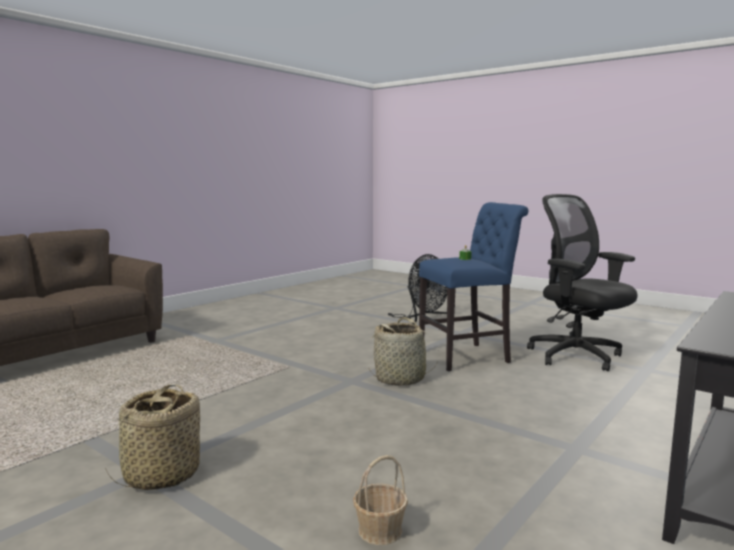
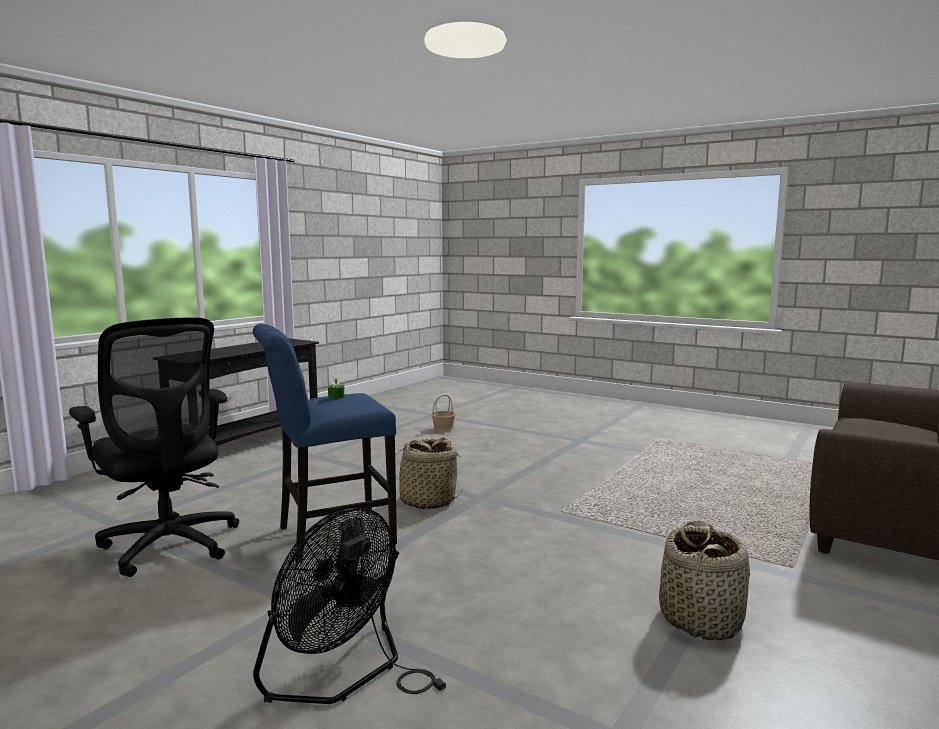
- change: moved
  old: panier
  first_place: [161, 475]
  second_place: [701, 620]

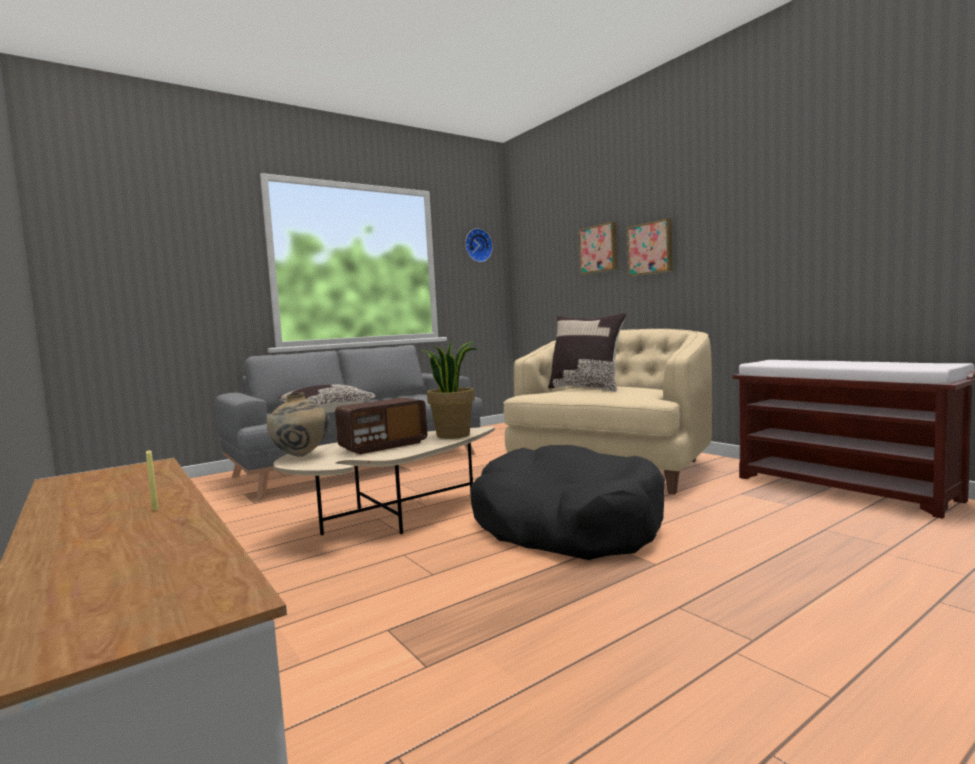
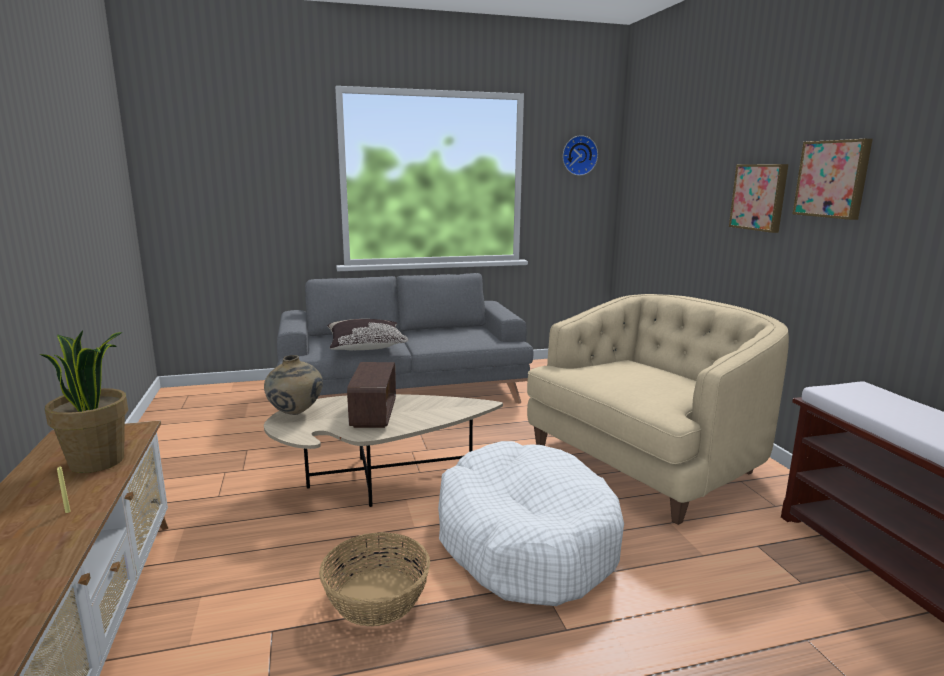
- change: removed
  old: coussin
  first_place: [586, 389]
- change: added
  new: panier
  second_place: [376, 597]
- change: moved
  old: plante en pot
  first_place: [453, 435]
  second_place: [98, 461]
- change: moved
  old: tableau
  first_place: [599, 249]
  second_place: [833, 179]
- change: recoloured
  old: panier pour chien (noir)
  new: panier pour chien (blanc)
  first_place: [566, 525]
  second_place: [525, 540]
- change: turned
  old: radio
  first_place: [383, 446]
  second_place: [373, 414]
  degrees: -75

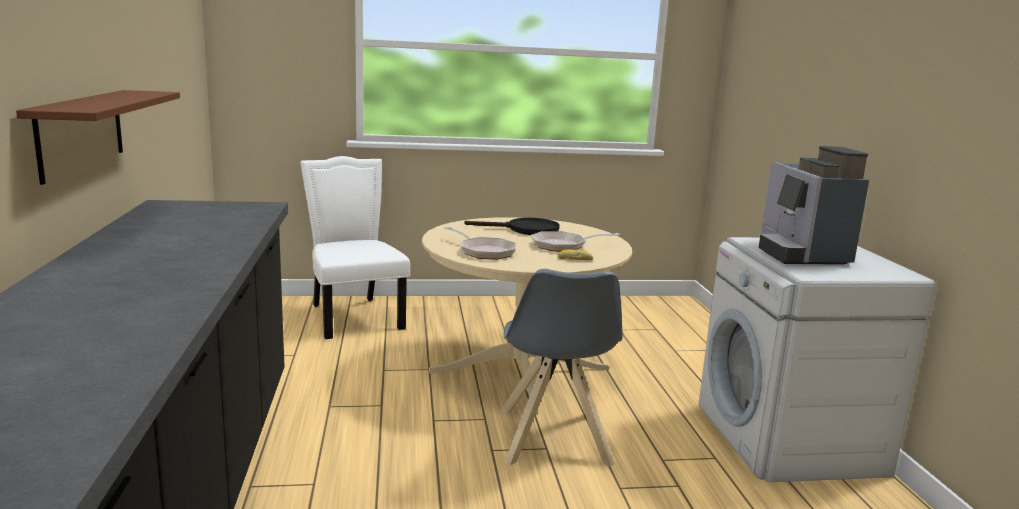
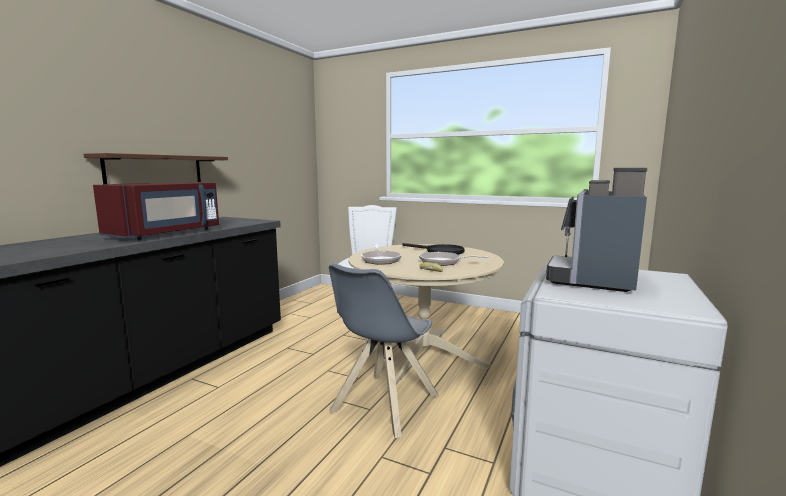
- change: added
  new: micro-ondes (rouge)
  second_place: [167, 234]

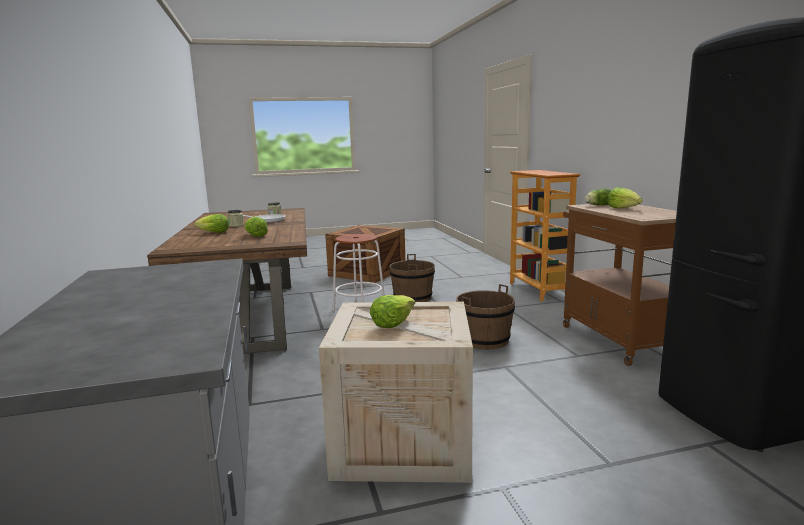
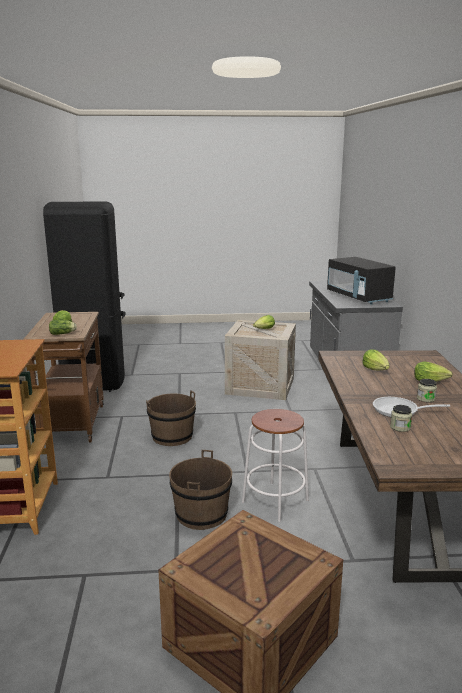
- change: added
  new: micro-ondes (noir)
  second_place: [358, 297]

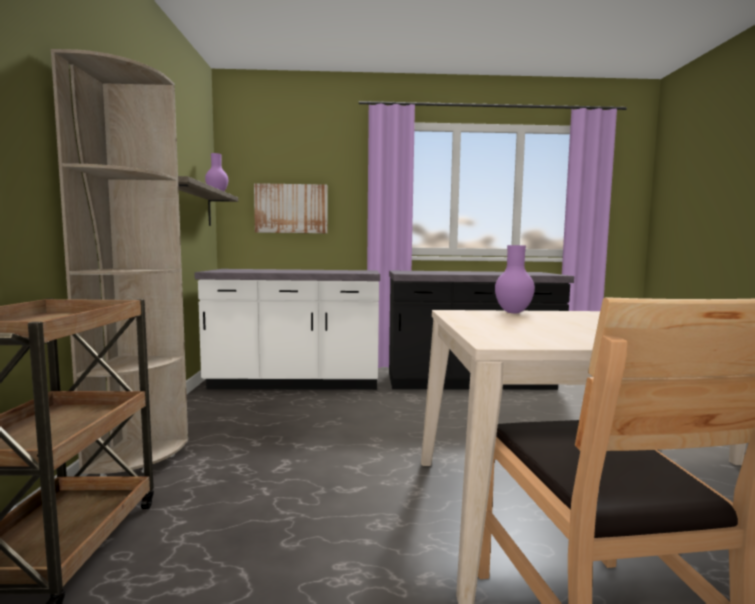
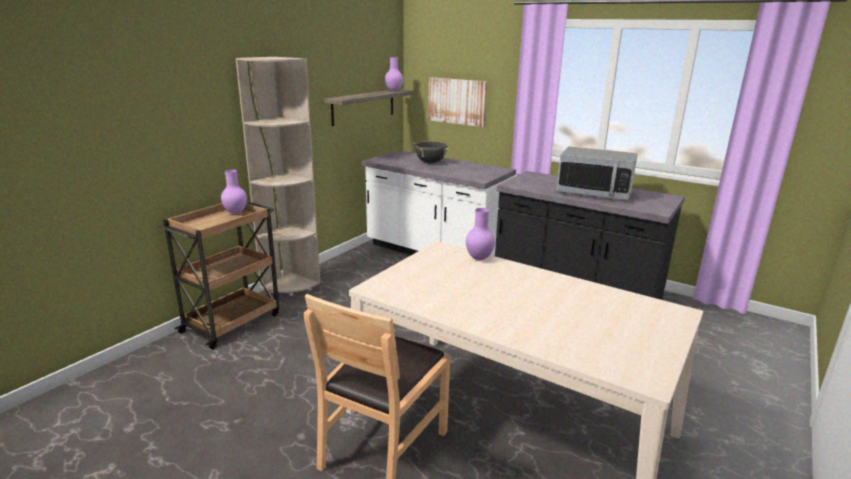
- change: added
  new: vase (violet)
  second_place: [236, 212]
- change: added
  new: marmite (noir)
  second_place: [430, 163]
- change: added
  new: micro-ondes
  second_place: [594, 192]

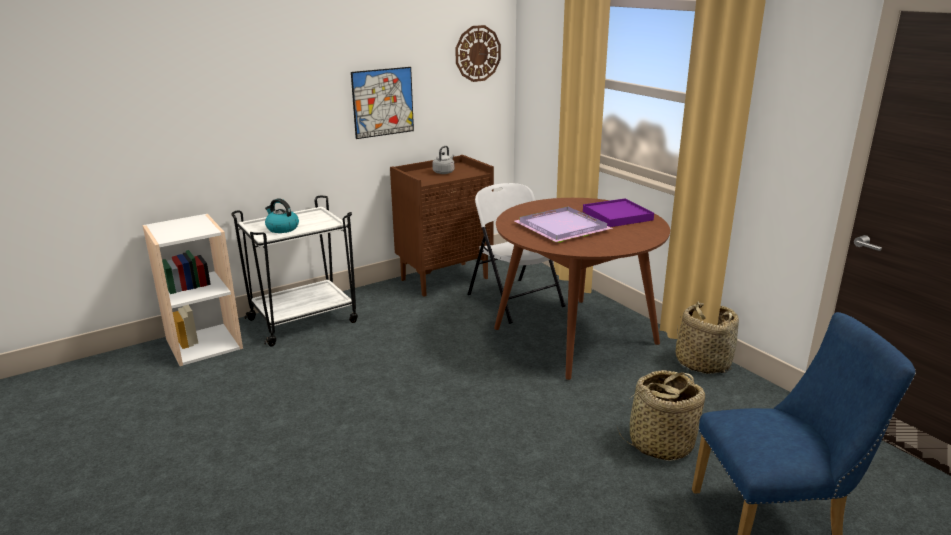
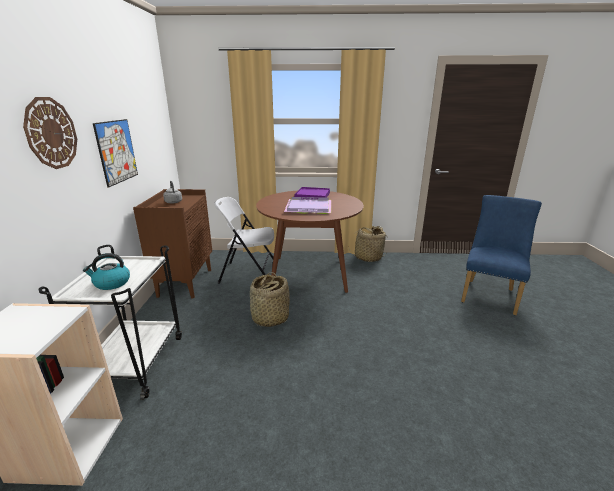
- change: moved
  old: horloge murale
  first_place: [477, 53]
  second_place: [51, 133]
- change: moved
  old: panier
  first_place: [660, 443]
  second_place: [270, 318]

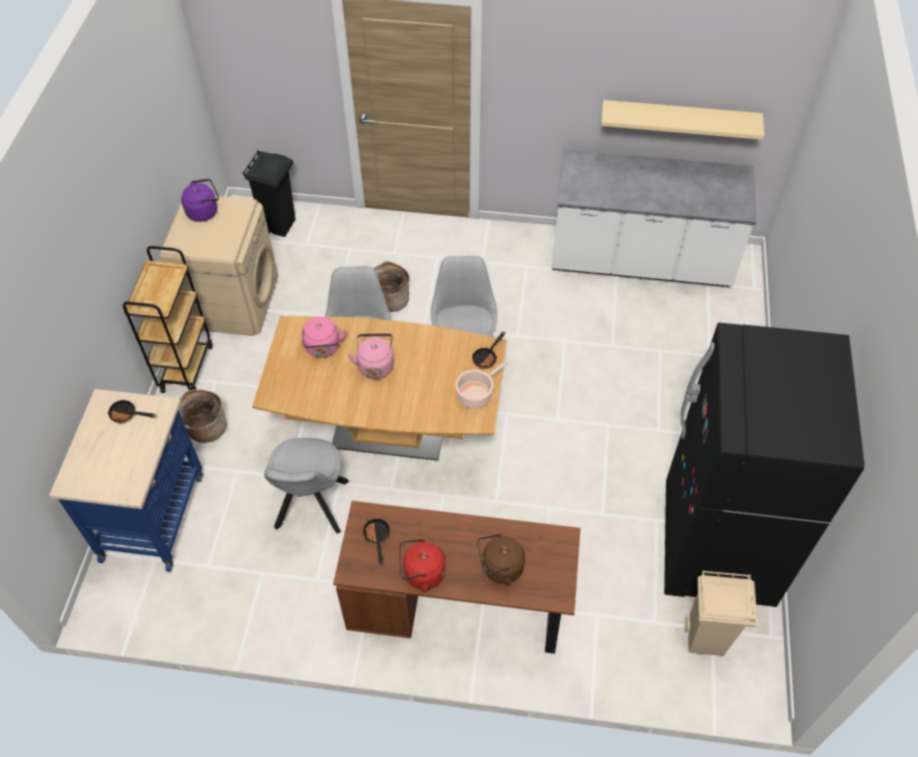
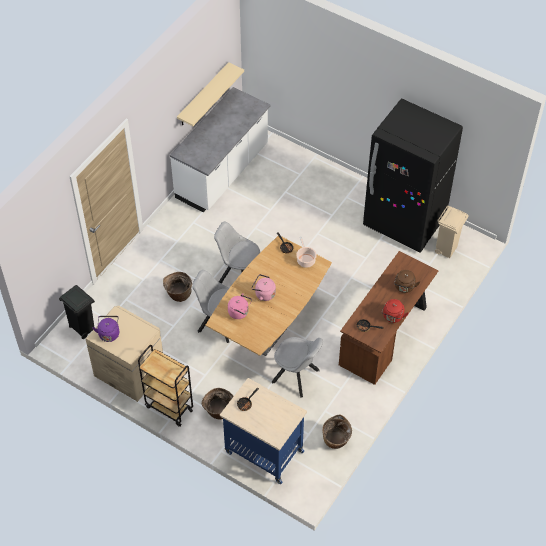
- change: added
  new: panier
  second_place: [336, 441]

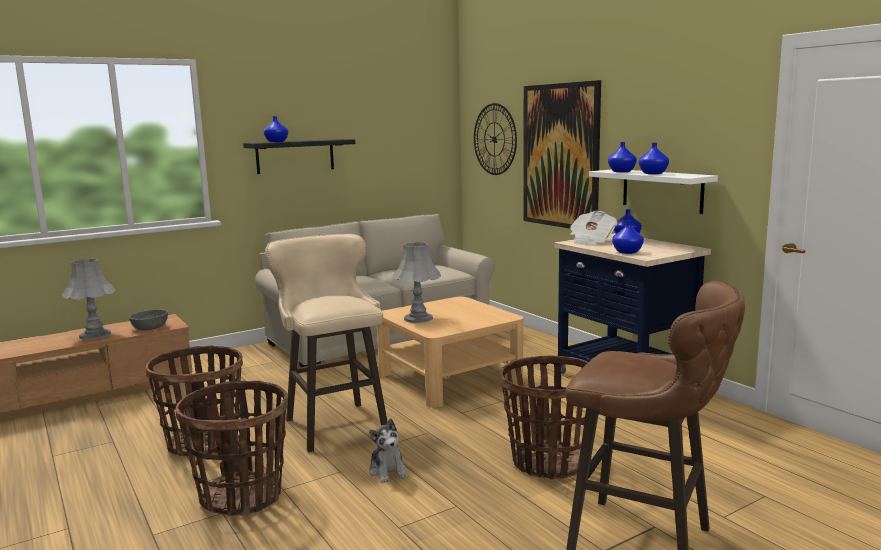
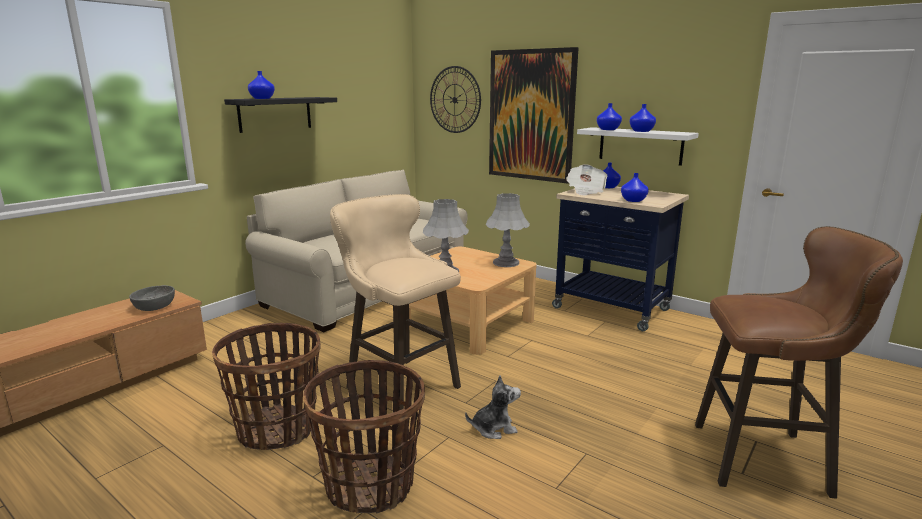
- change: removed
  old: panier
  first_place: [548, 462]
- change: moved
  old: lampe de table (gris)
  first_place: [95, 335]
  second_place: [506, 263]
- change: turned
  old: peluche
  first_place: [388, 471]
  second_place: [494, 428]
  degrees: -60

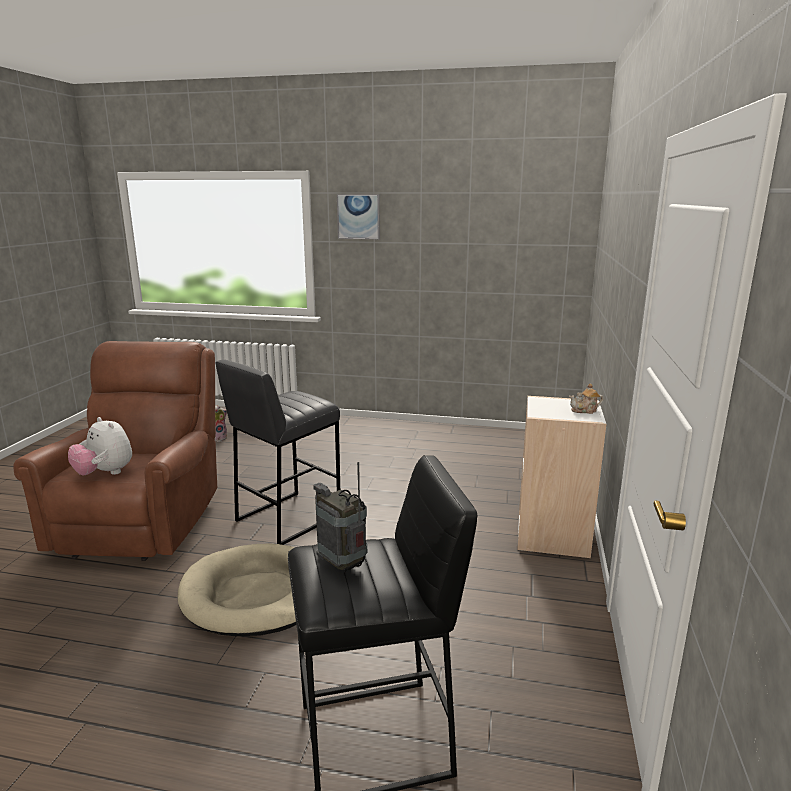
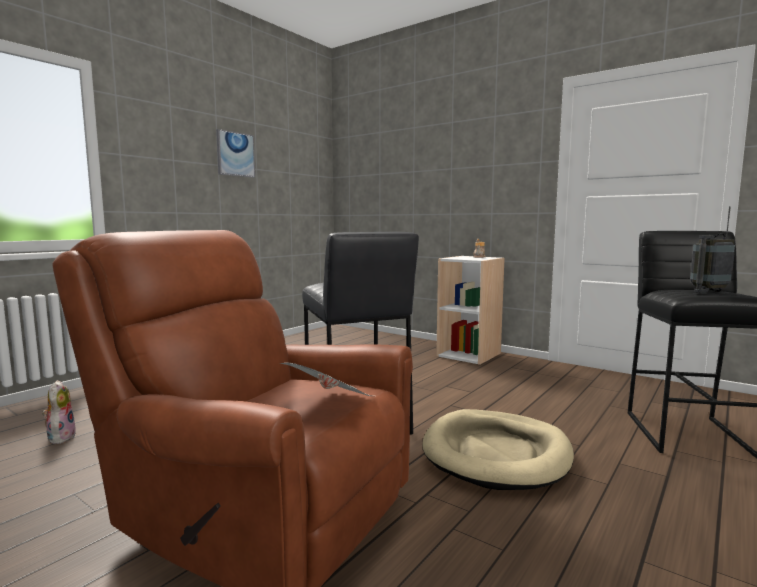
- change: moved
  old: tableau
  first_place: [358, 216]
  second_place: [235, 154]
- change: replaced
  old: peluche
  new: journal
  first_place: [105, 473]
  second_place: [331, 405]

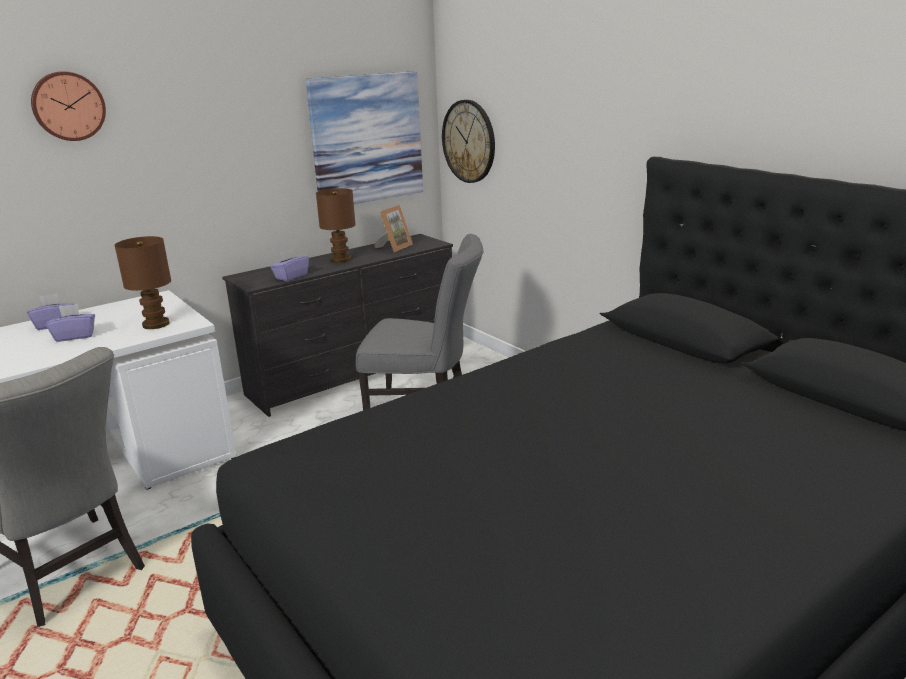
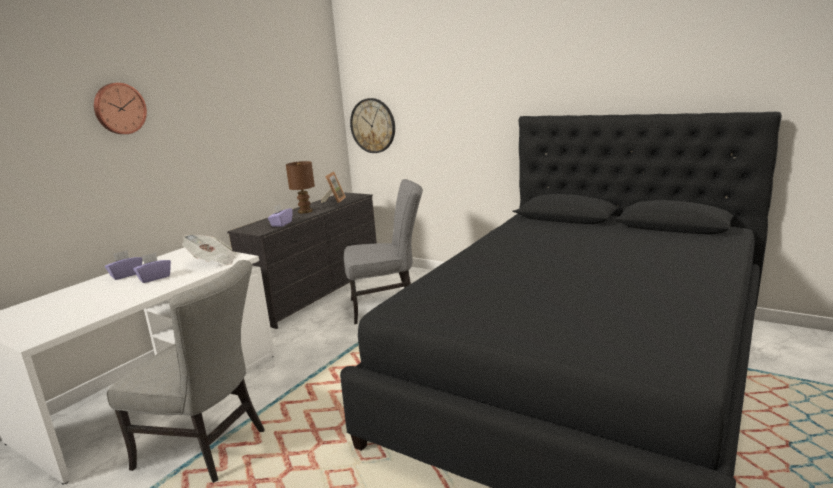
- change: removed
  old: tableau
  first_place: [367, 139]
- change: replaced
  old: lampe de table (marron)
  new: journal
  first_place: [156, 324]
  second_place: [213, 262]

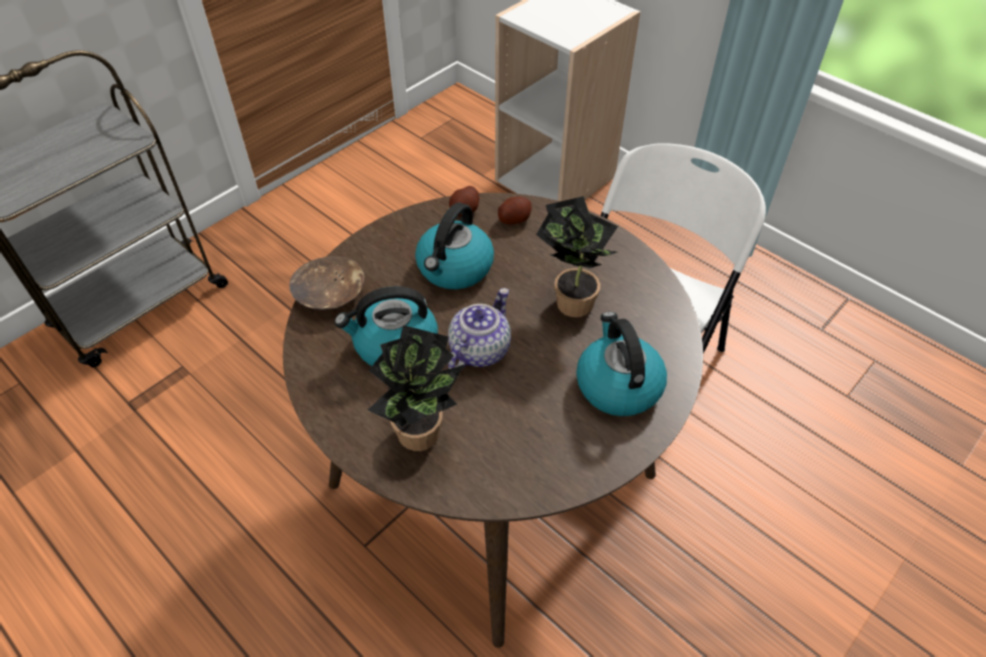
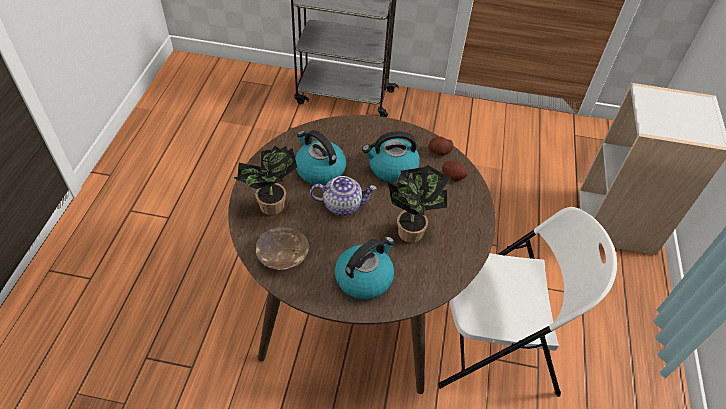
- change: moved
  old: bol (marron)
  first_place: [330, 294]
  second_place: [282, 255]

